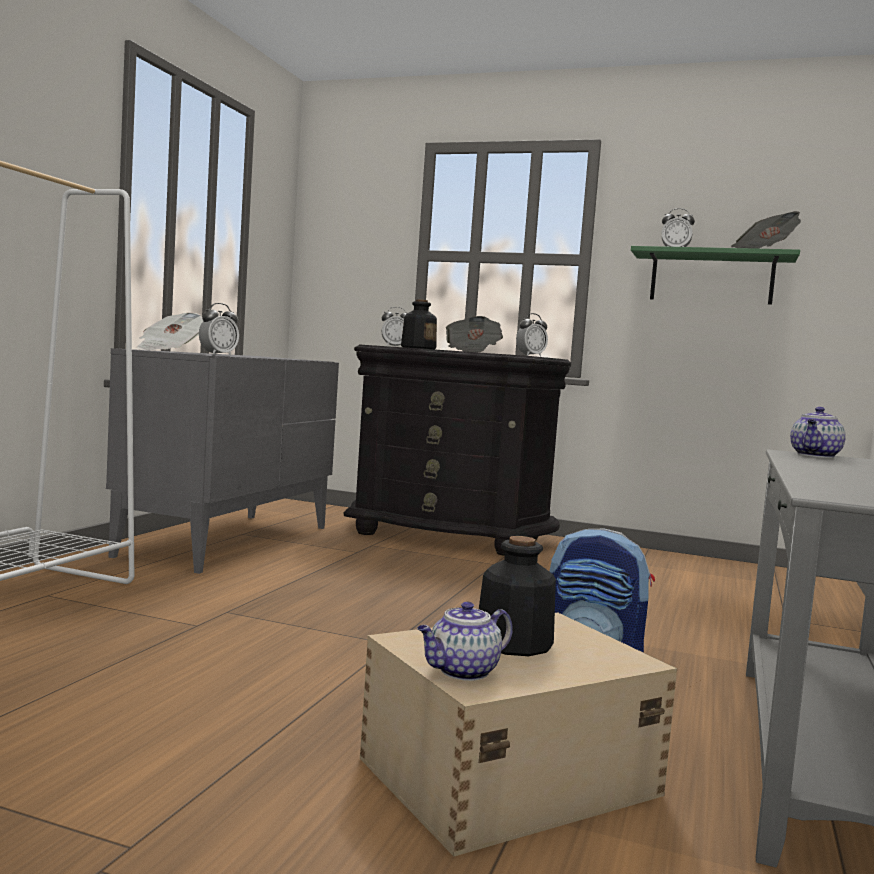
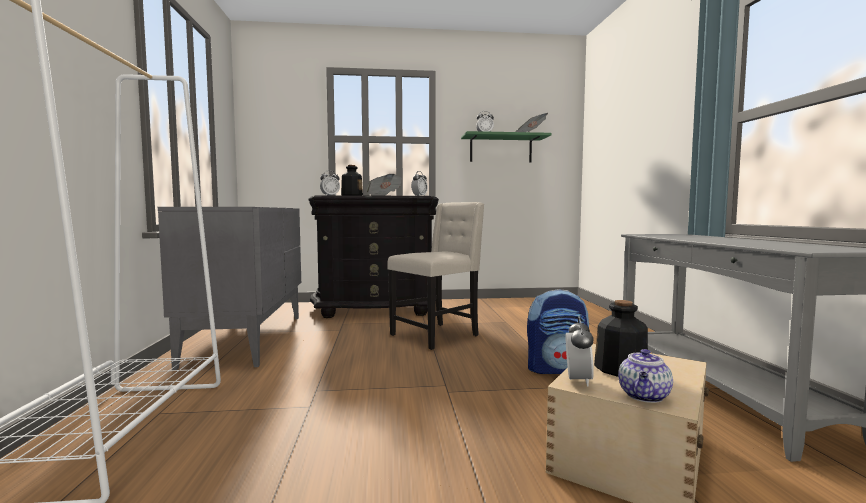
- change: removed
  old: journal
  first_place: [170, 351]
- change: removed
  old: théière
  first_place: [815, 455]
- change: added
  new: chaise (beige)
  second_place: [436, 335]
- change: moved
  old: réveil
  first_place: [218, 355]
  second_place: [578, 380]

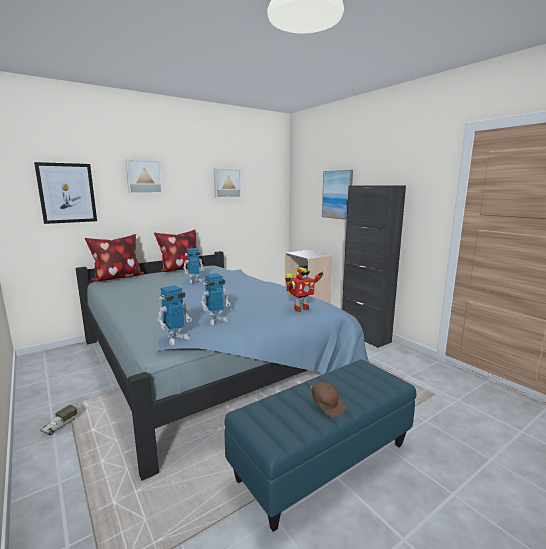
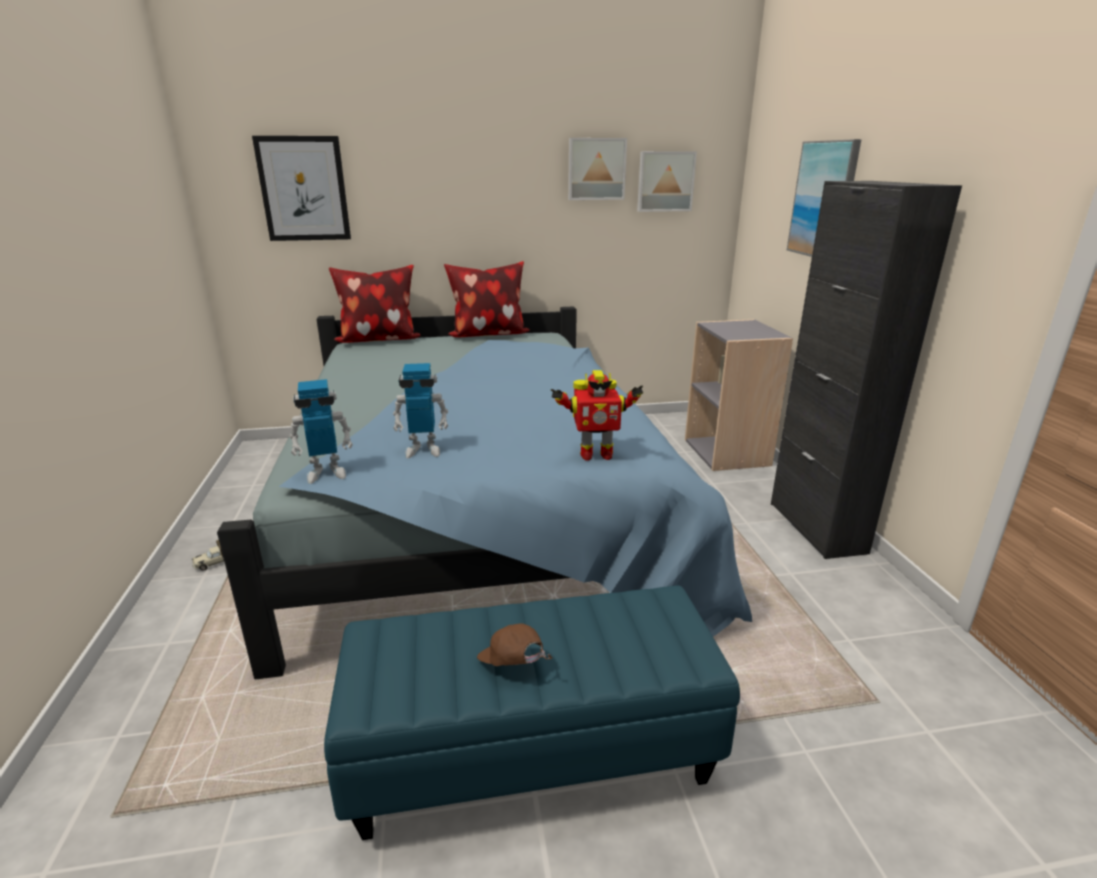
- change: removed
  old: robot jouet
  first_place: [194, 281]
- change: moved
  old: tableau
  first_place: [143, 177]
  second_place: [665, 181]
- change: turned
  old: casquette (marron)
  first_place: [327, 406]
  second_place: [512, 666]
  degrees: 150

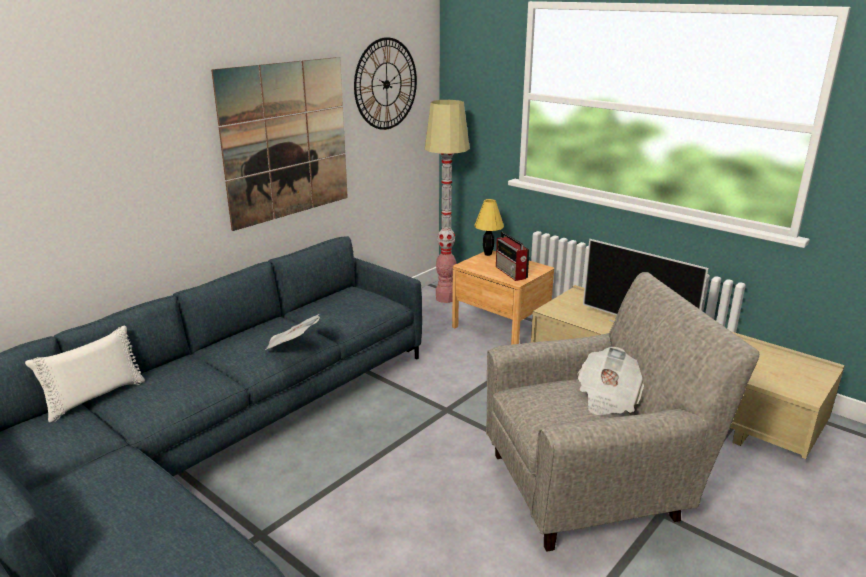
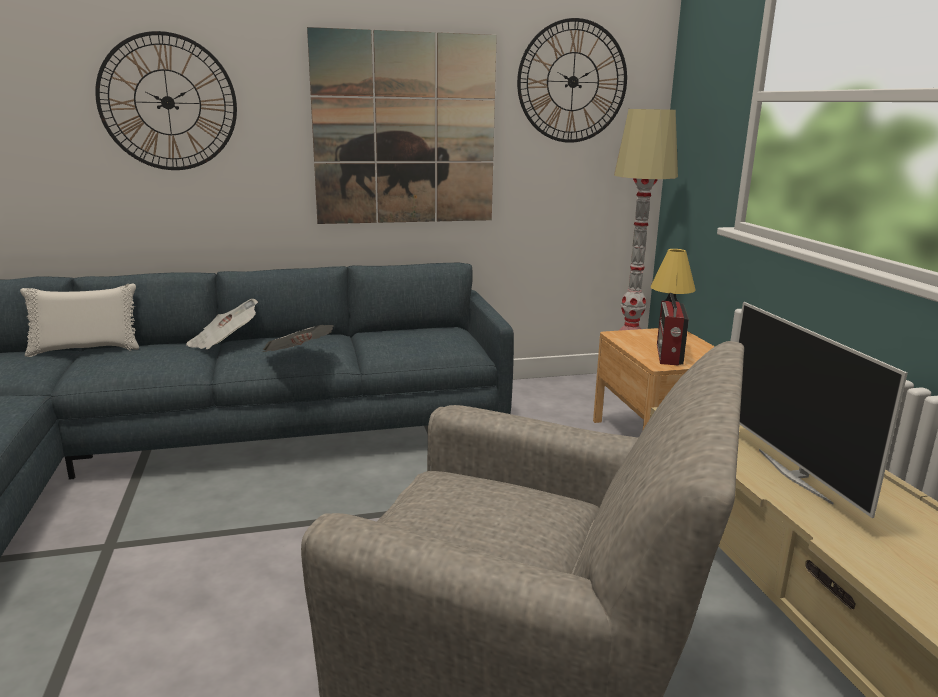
- change: added
  new: horloge murale
  second_place: [168, 102]
- change: moved
  old: journal
  first_place: [608, 398]
  second_place: [224, 342]

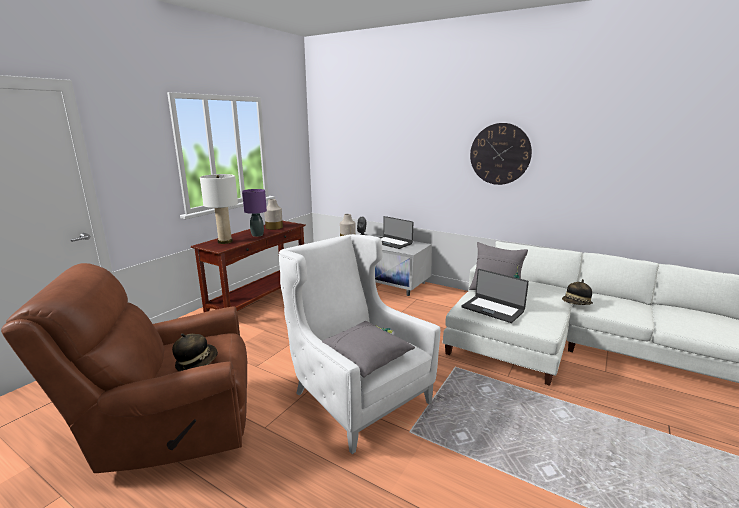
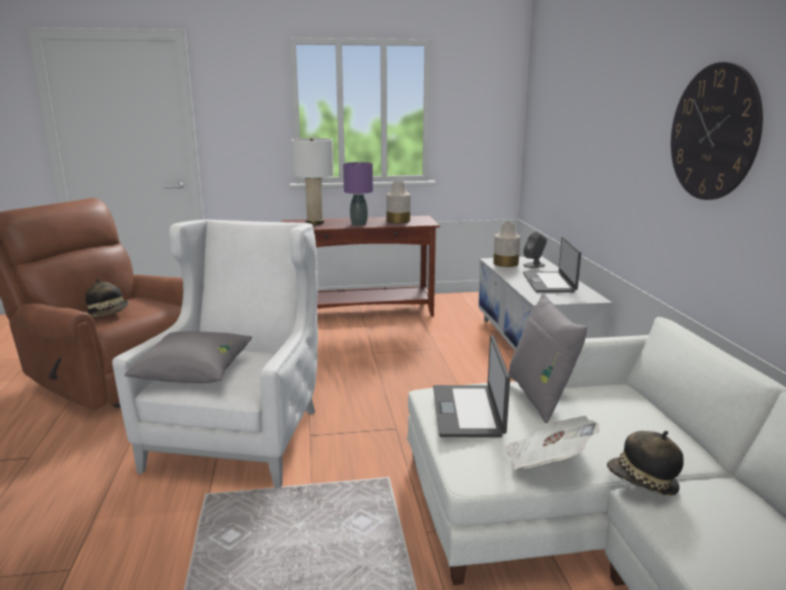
- change: added
  new: journal
  second_place: [546, 462]

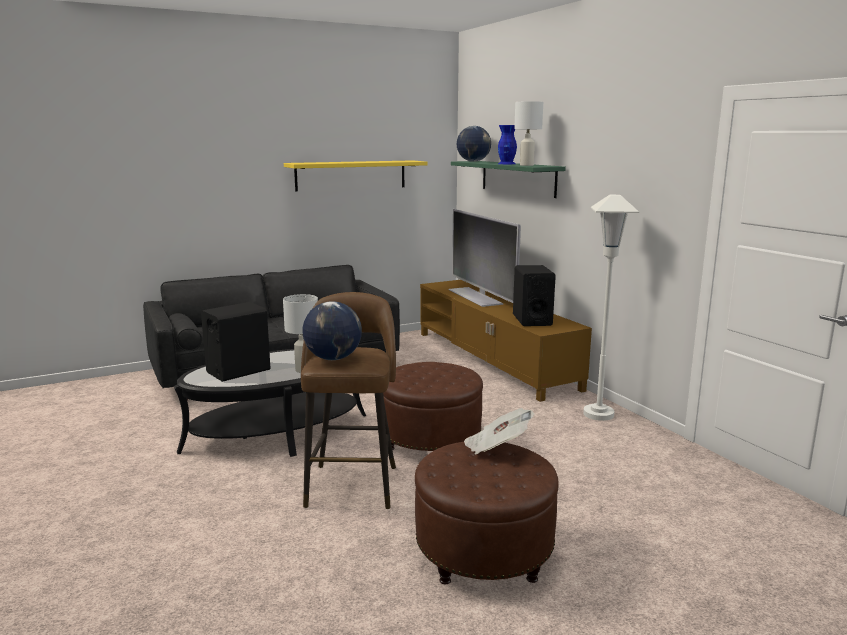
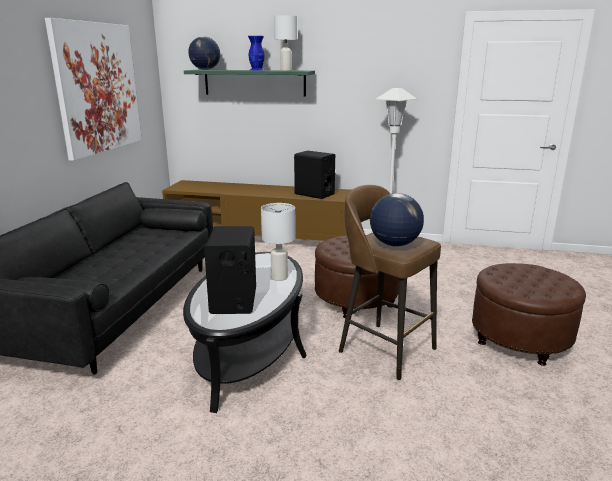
- change: removed
  old: téléviseur
  first_place: [476, 296]
- change: removed
  old: journal
  first_place: [497, 447]
- change: replaced
  old: étagère (jaune)
  new: tableau
  first_place: [351, 175]
  second_place: [97, 88]

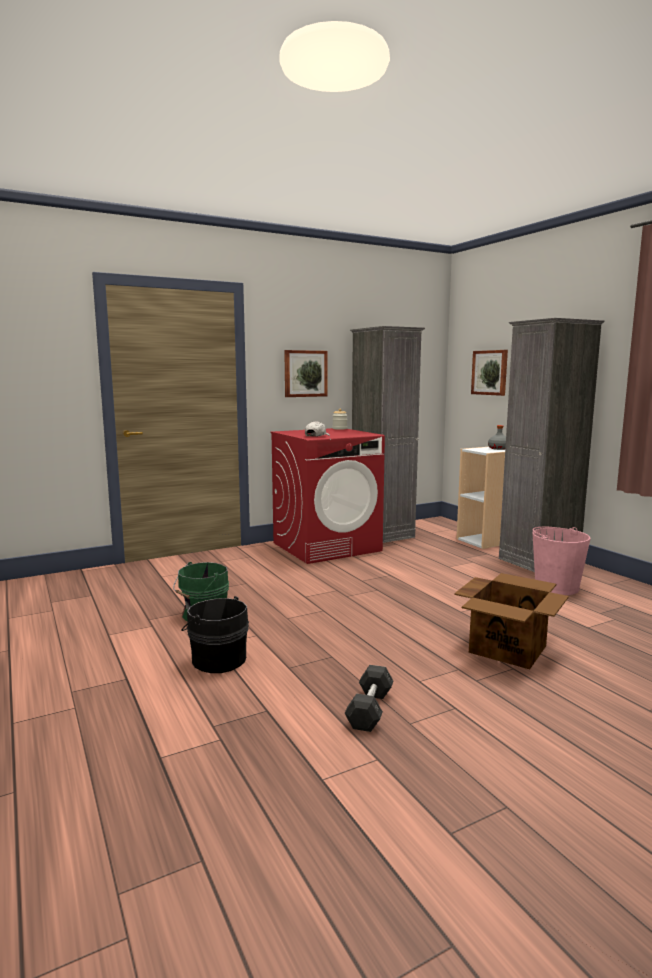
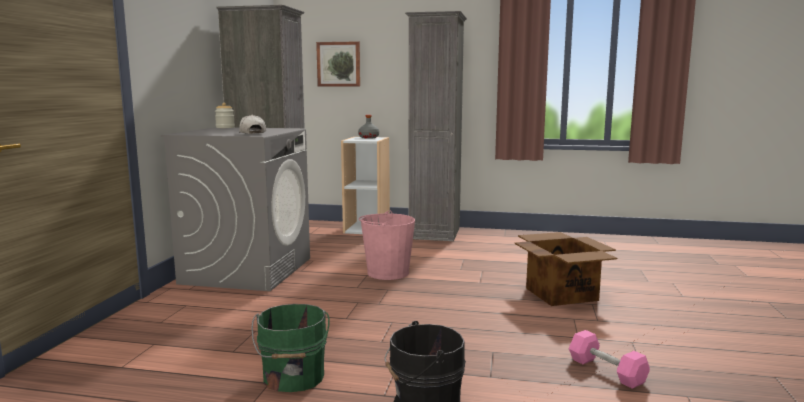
- change: removed
  old: tableau
  first_place: [305, 373]
- change: moved
  old: seau (rose)
  first_place: [556, 587]
  second_place: [387, 273]
- change: recoloured
  old: lave-linge (rouge)
  new: lave-linge (gris)
  first_place: [327, 546]
  second_place: [247, 270]
- change: recoloured
  old: haltère (gris)
  new: haltère (rose)
  first_place: [370, 709]
  second_place: [606, 371]

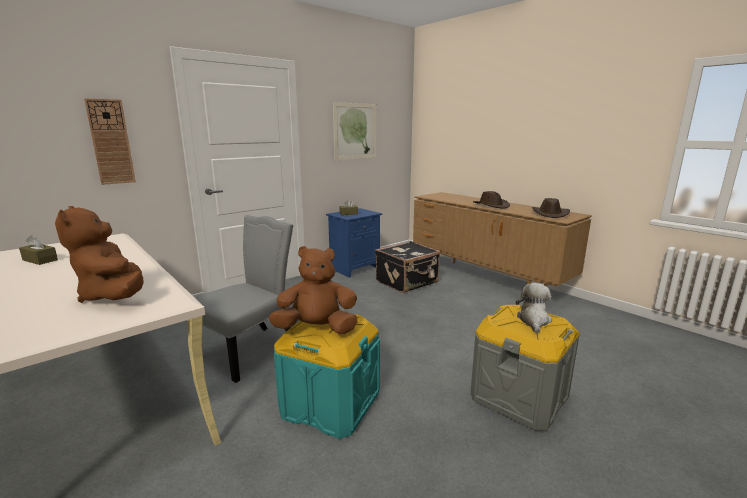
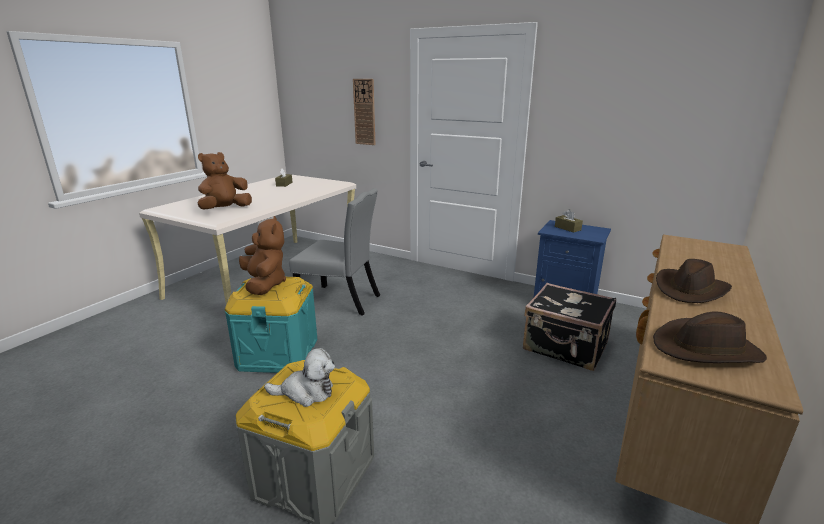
- change: removed
  old: tableau
  first_place: [355, 131]

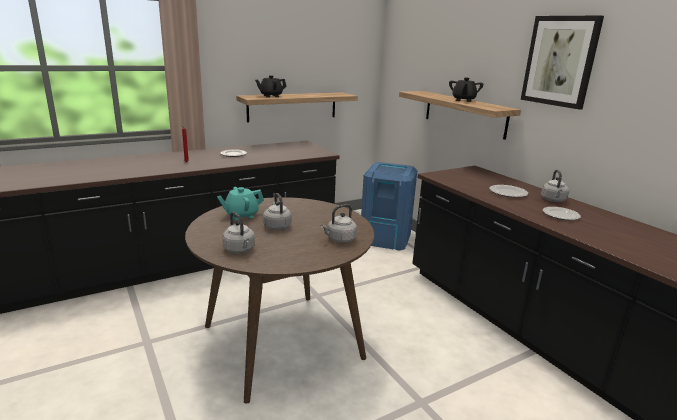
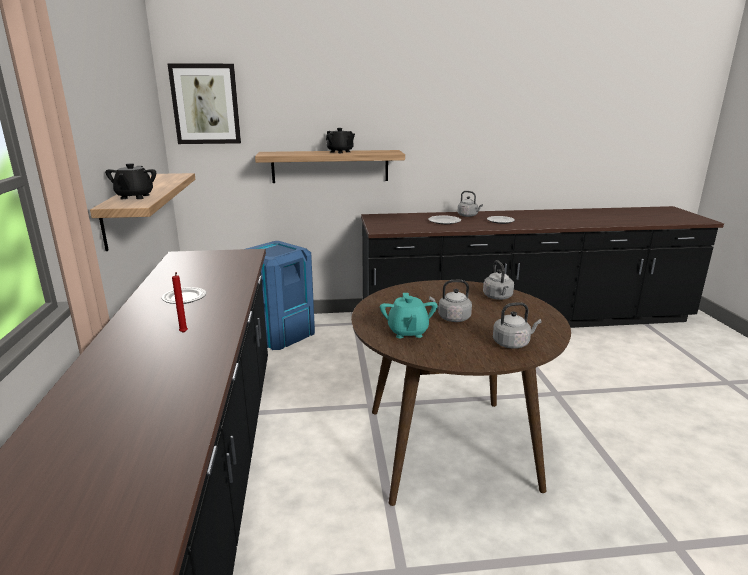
- change: moved
  old: tableau
  first_place: [560, 61]
  second_place: [205, 104]

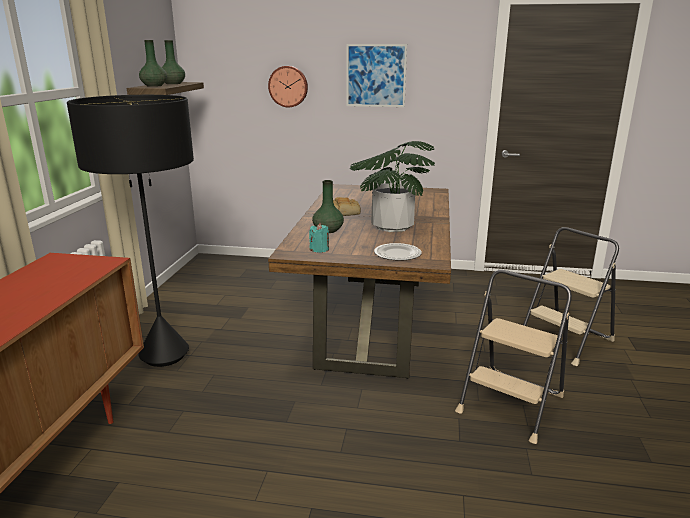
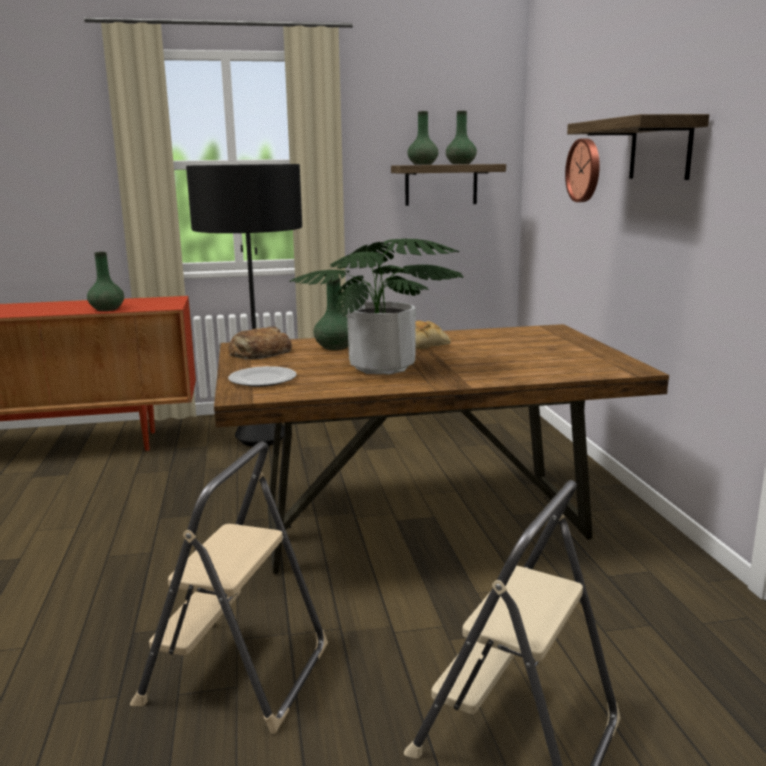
- change: added
  new: vase (vert)
  second_place: [107, 309]
- change: replaced
  old: bougie (turquoise)
  new: pain
  first_place: [319, 249]
  second_place: [259, 352]
- change: replaced
  old: tableau
  new: étagère
  first_place: [376, 75]
  second_place: [660, 149]

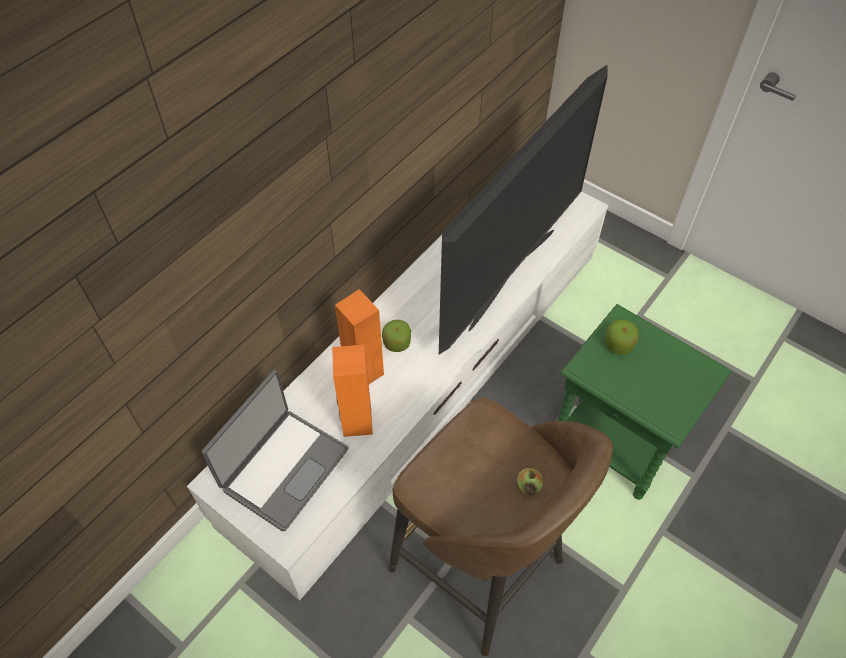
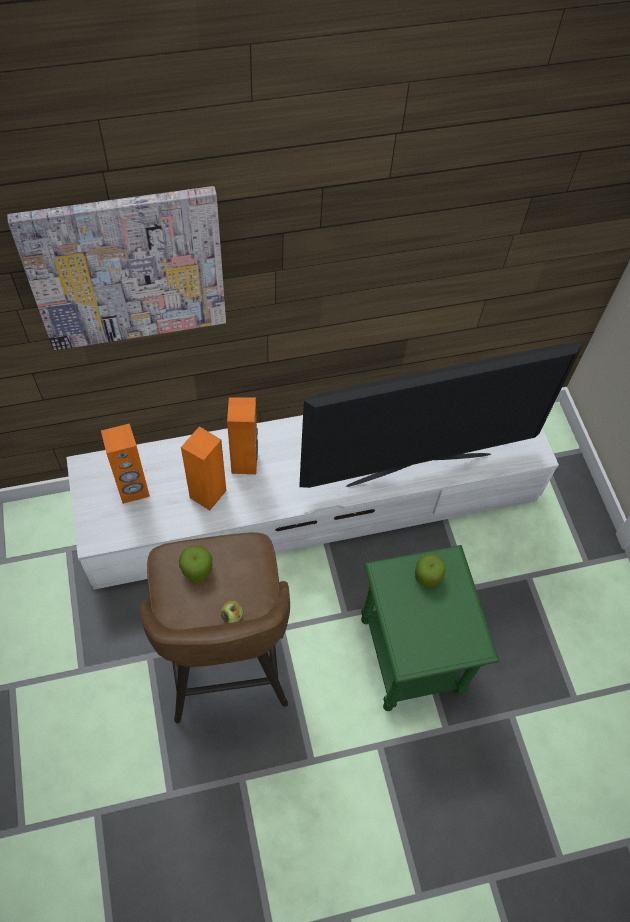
- change: added
  new: tableau
  second_place: [127, 269]
- change: moved
  old: pomme
  first_place: [397, 343]
  second_place: [197, 569]
- change: replaced
  old: ordinateur portable
  new: enceinte (orange)
  first_place: [283, 468]
  second_place: [133, 490]

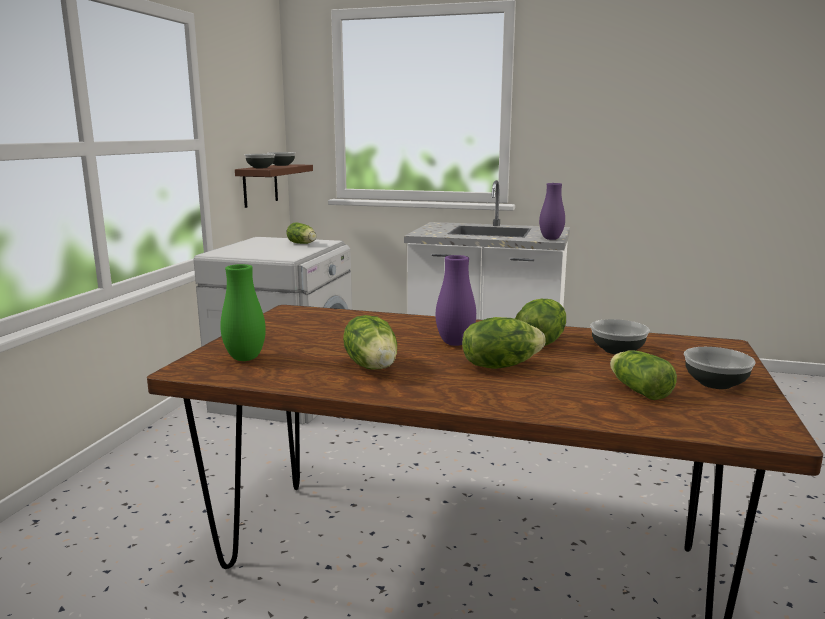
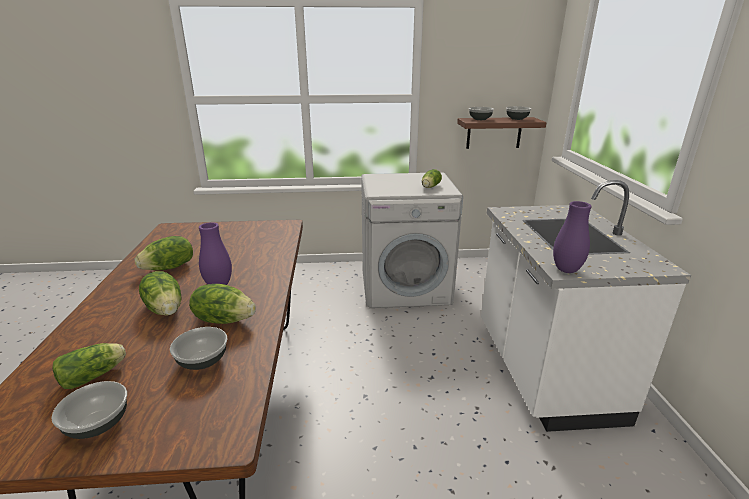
- change: removed
  old: vase (vert)
  first_place: [245, 358]

